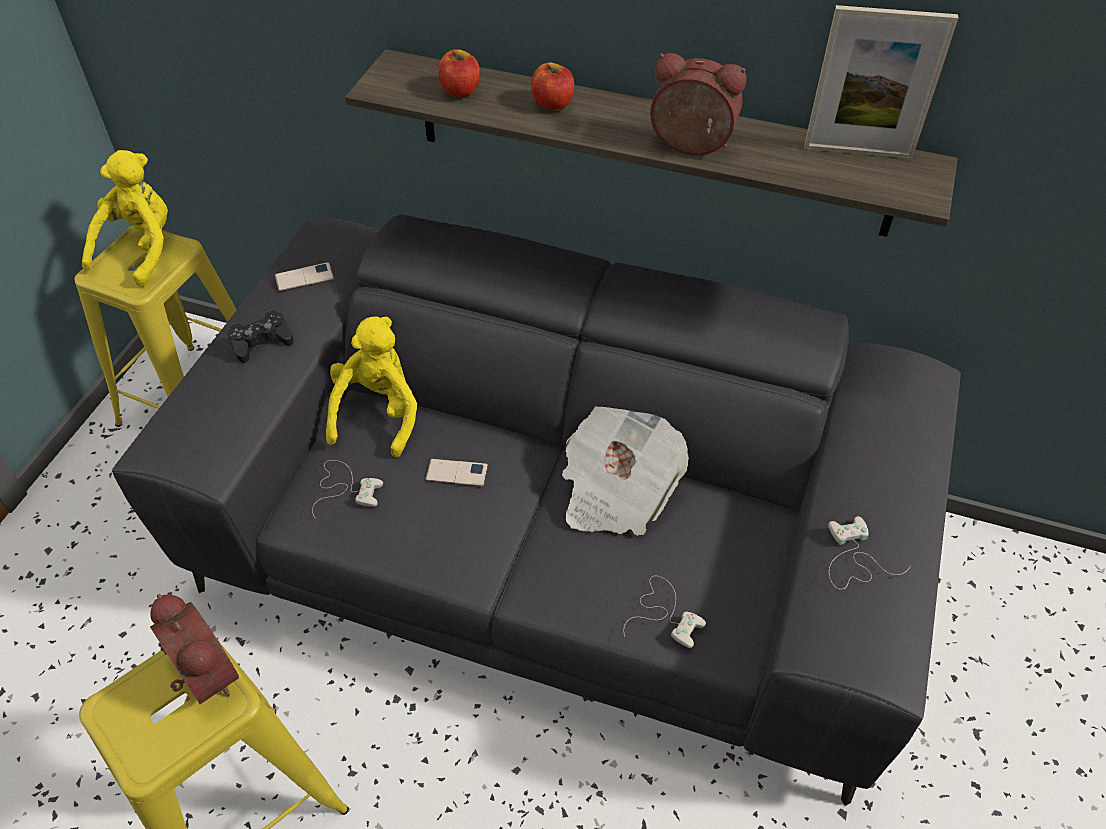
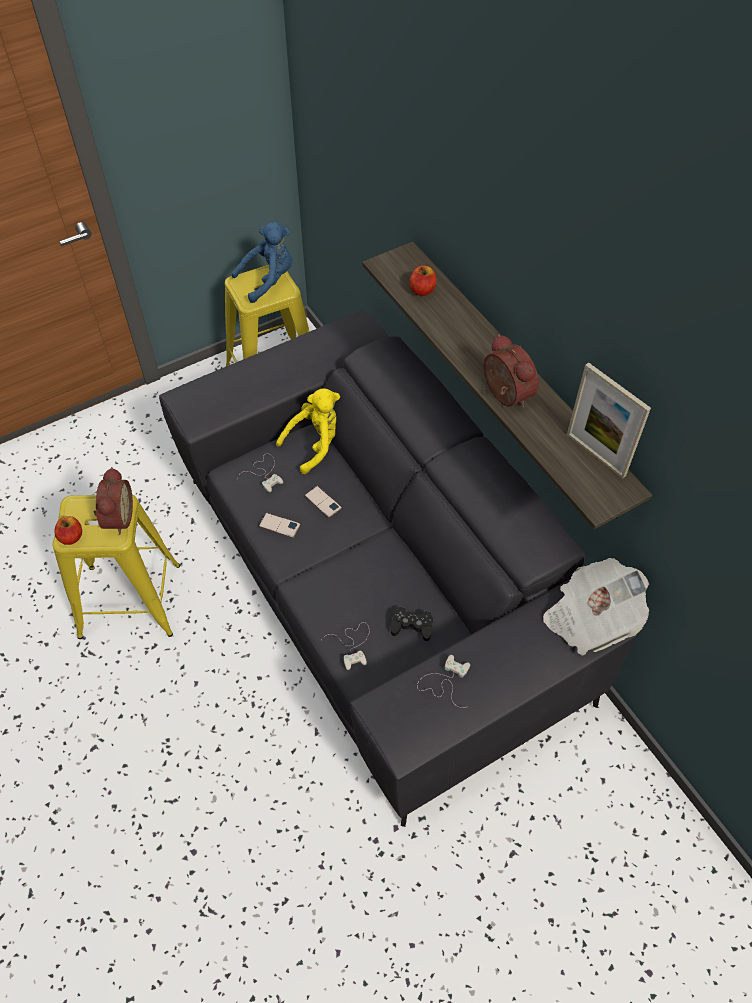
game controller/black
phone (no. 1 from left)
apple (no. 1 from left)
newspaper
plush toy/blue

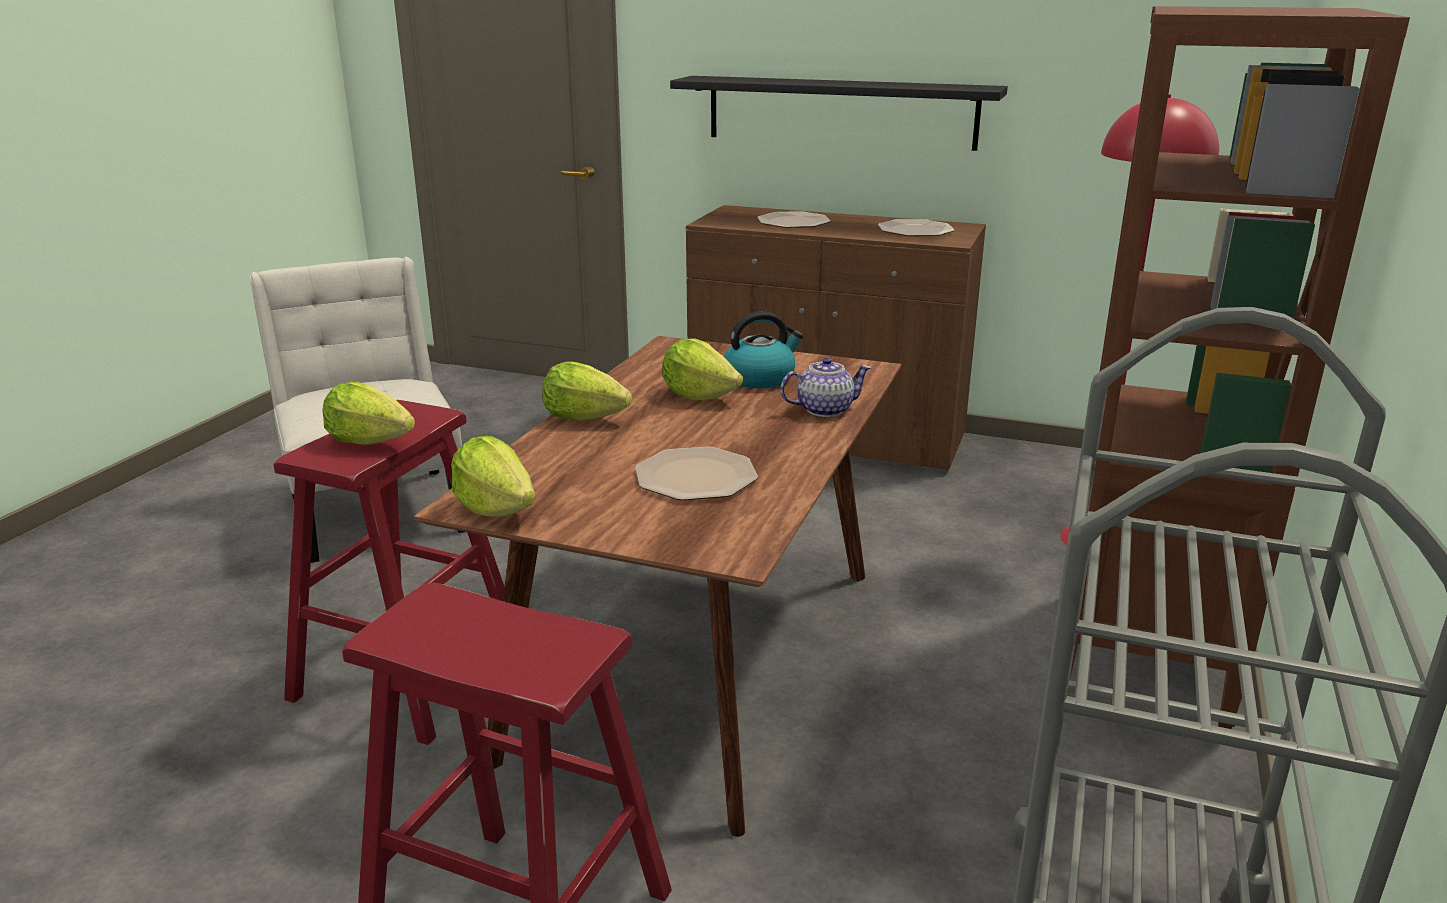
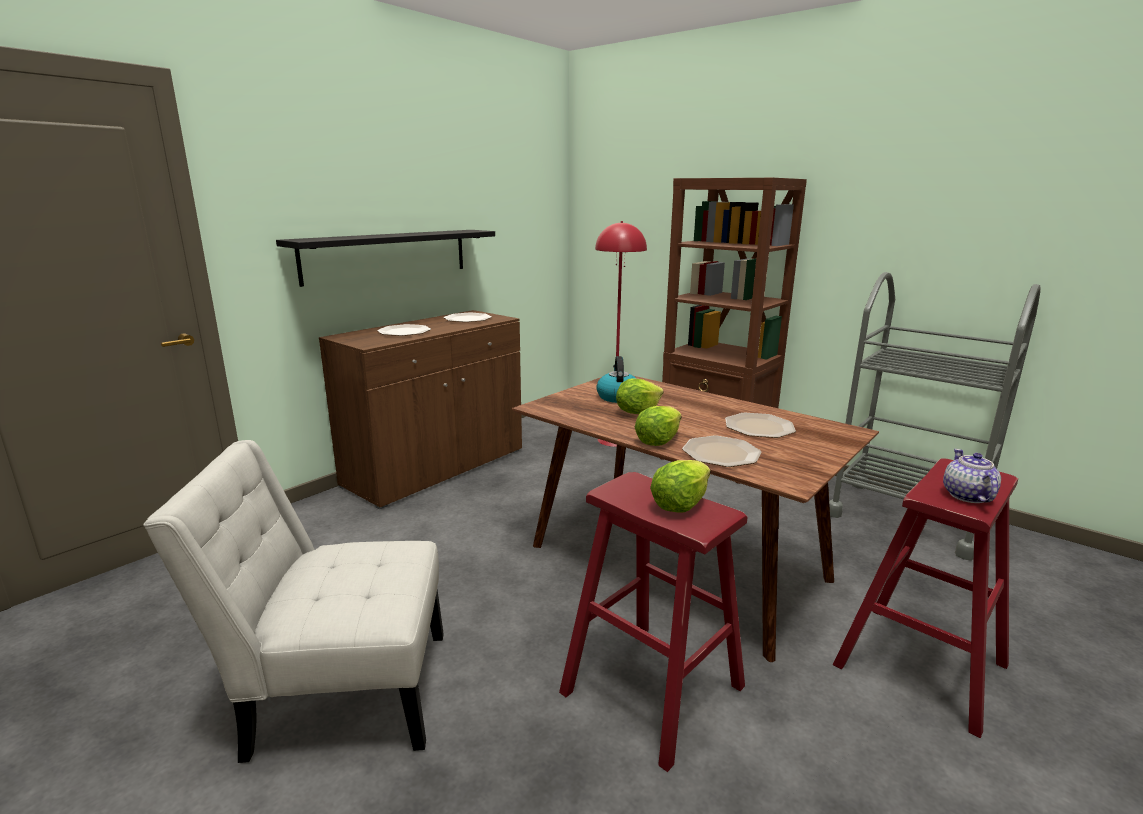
lettuce (no. 2 from left in the first image)
plate (no. 3 from left)
teapot

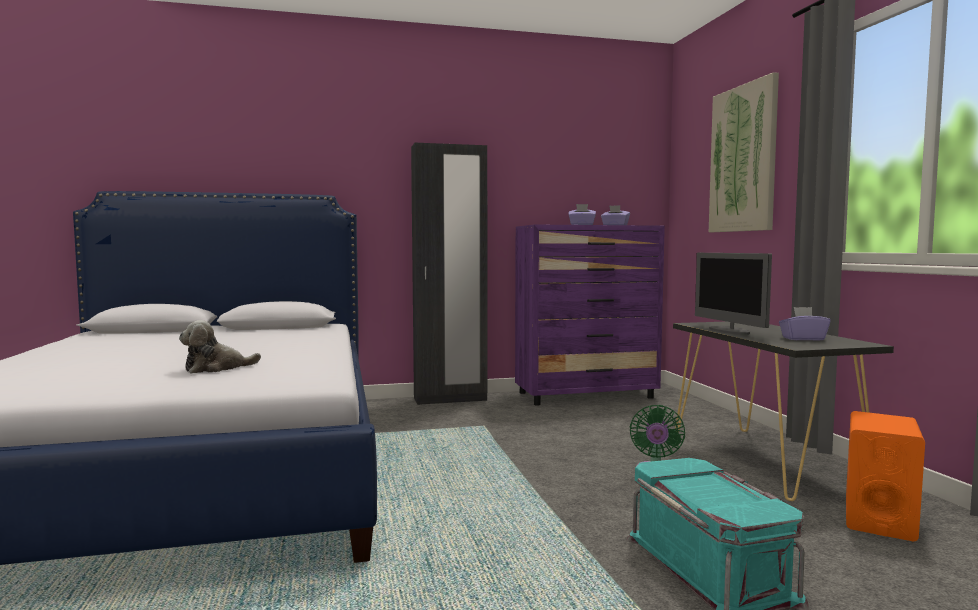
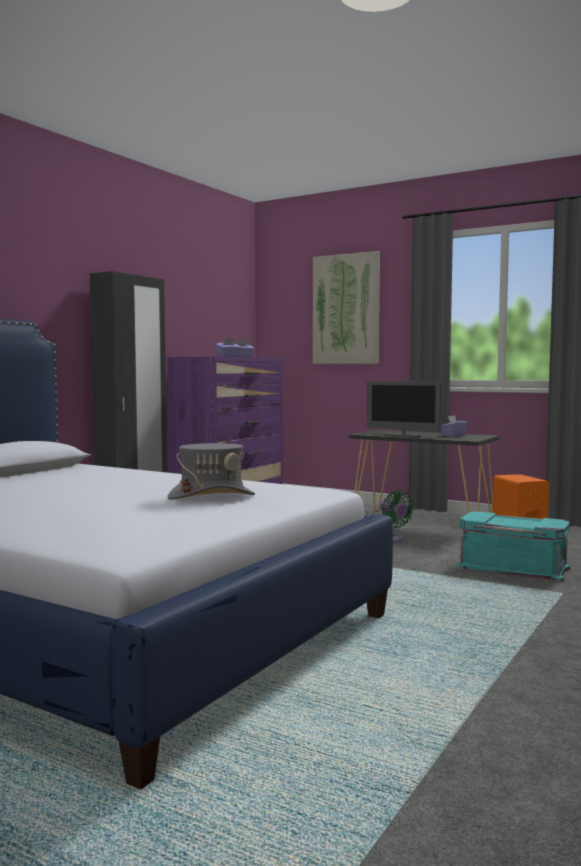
hat/grey

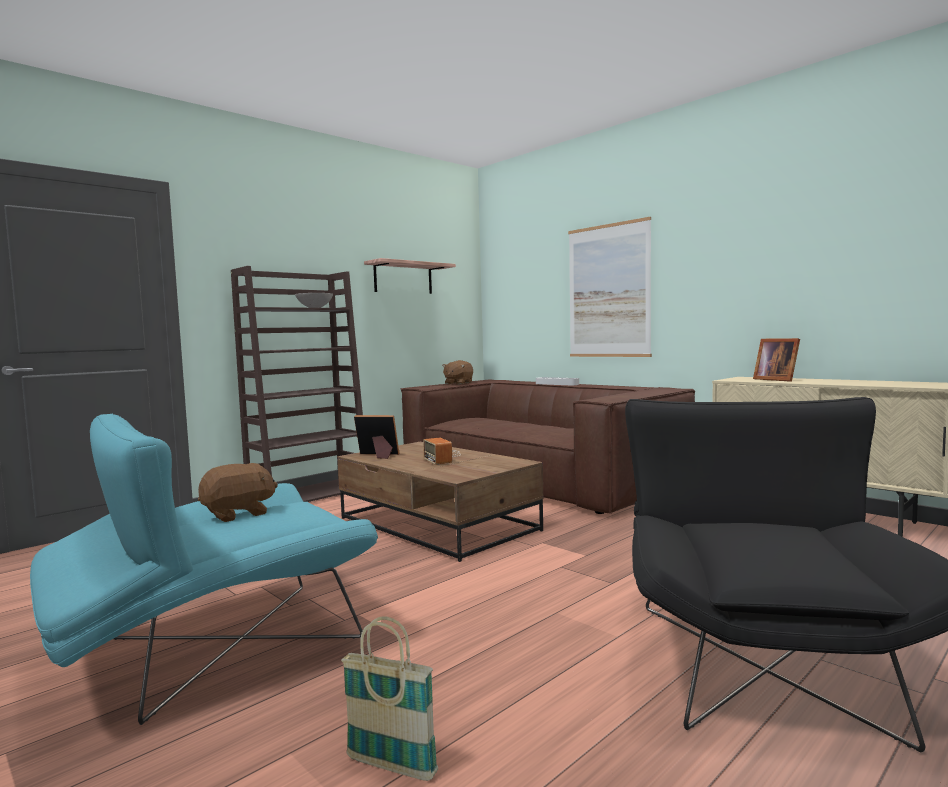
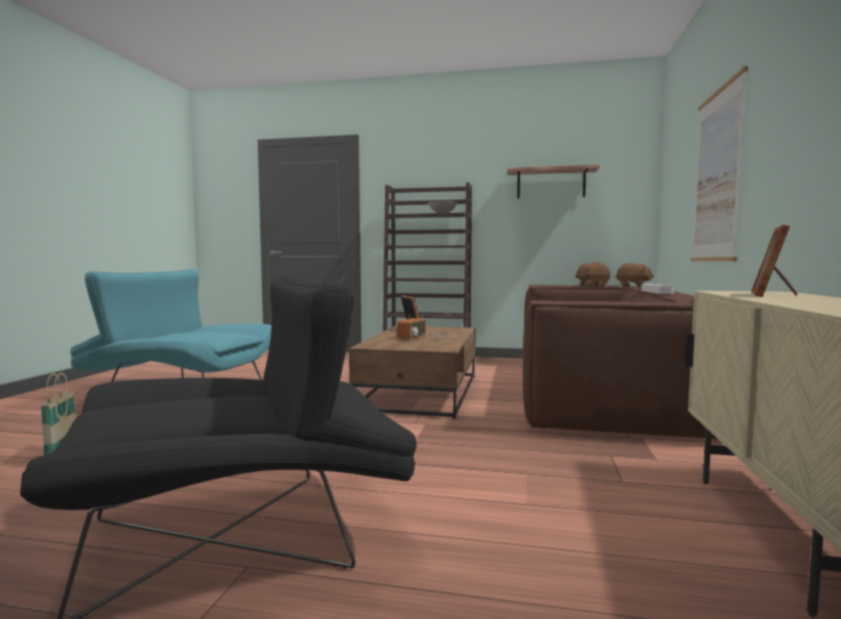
plush toy/brown (no. 2 from left)

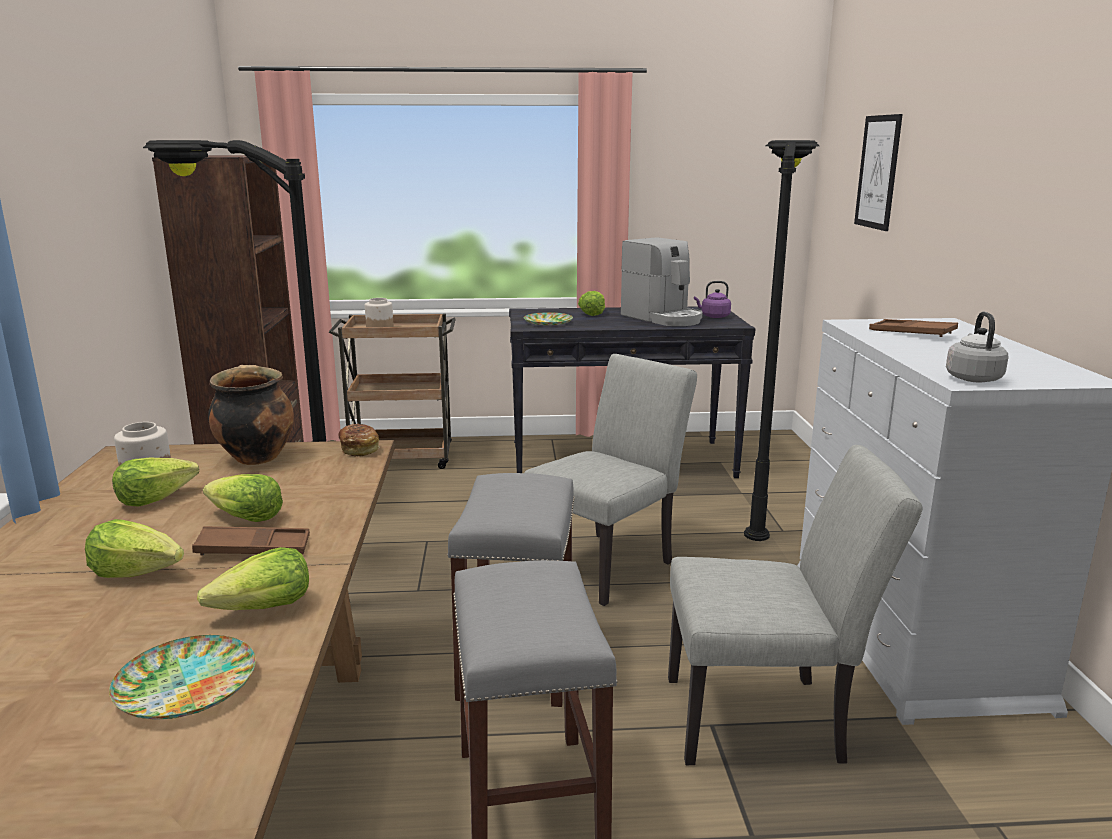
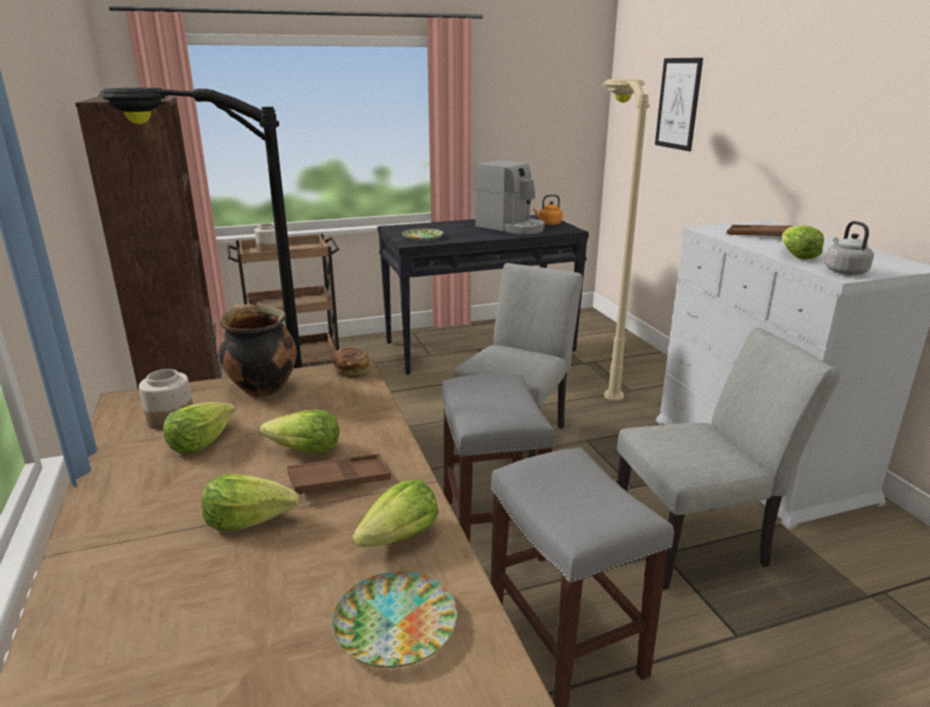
lettuce (no. 5 from left)
kettle/orange
floor lamp/beige

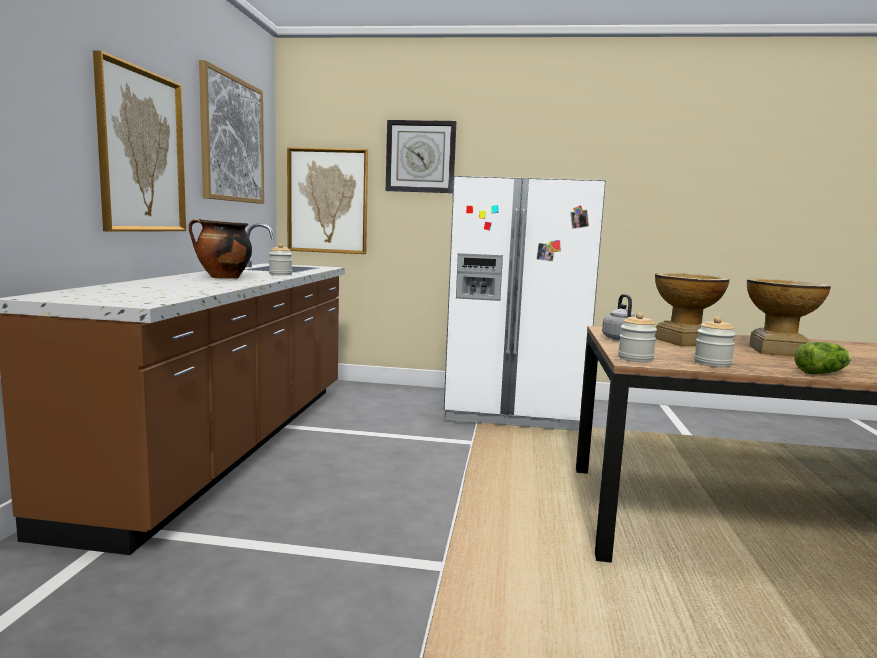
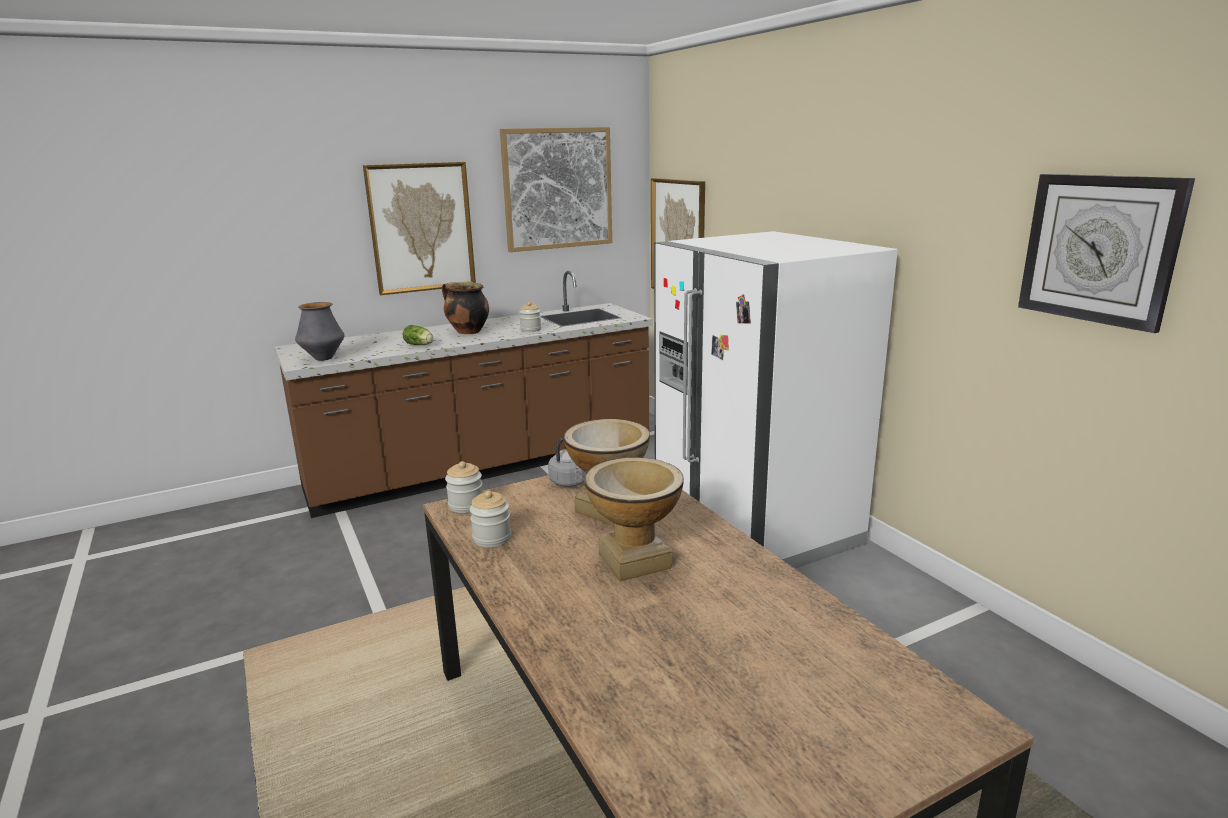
vase (no. 1 from left)
wall clock
lettuce

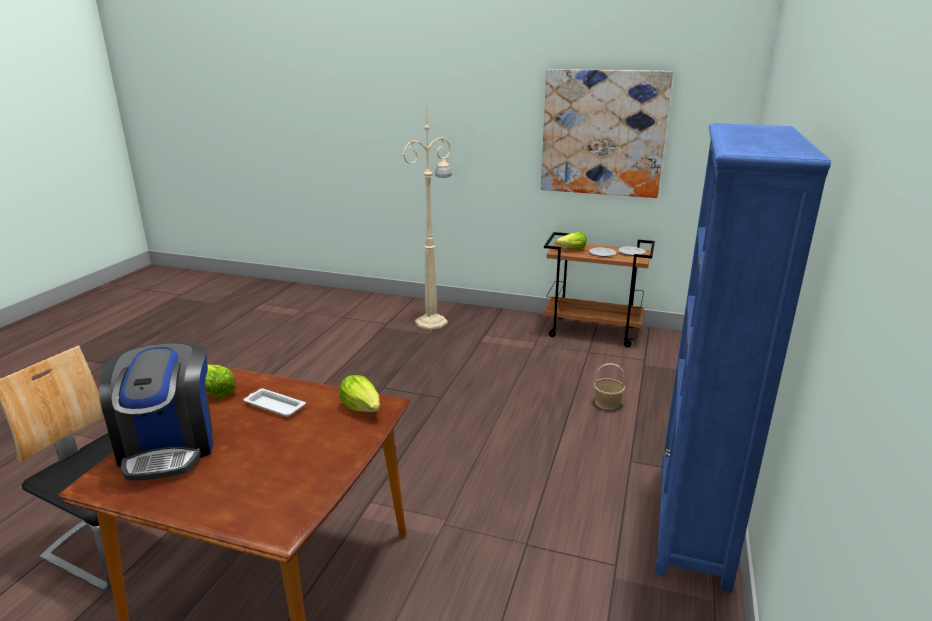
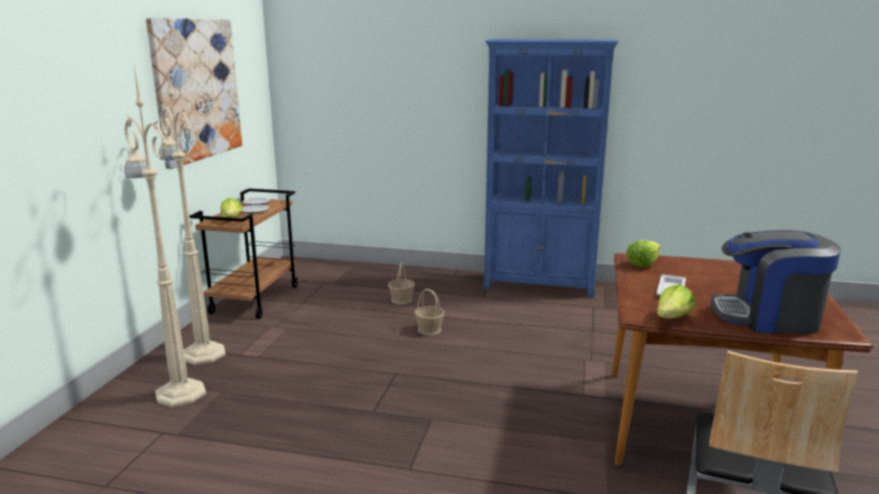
floor lamp/beige (no. 2 from left)
basket (no. 2 from left)
coffee machine

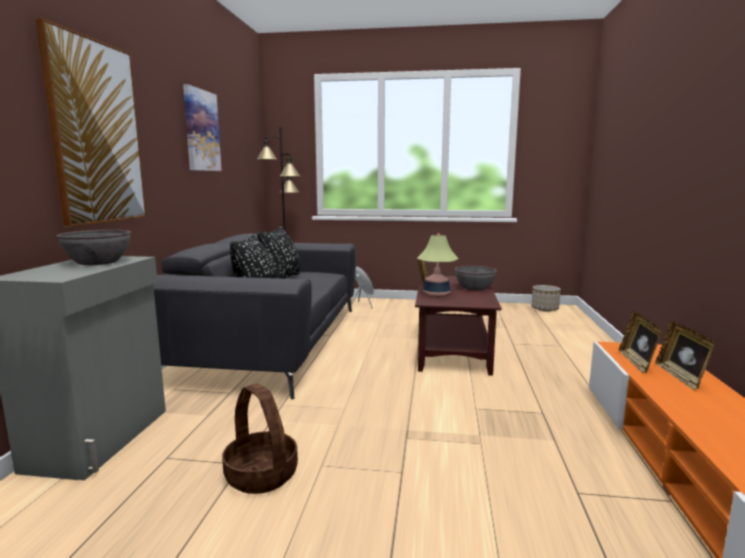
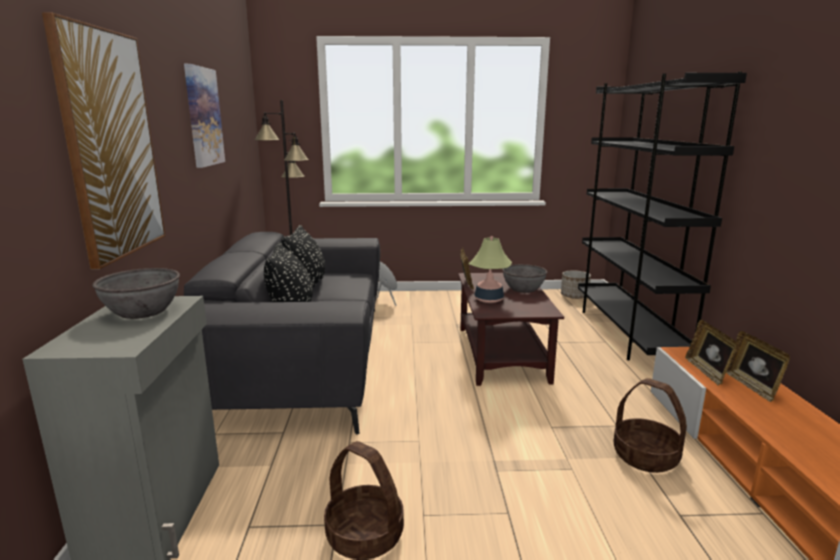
bookcase/black
basket (no. 2 from left)

